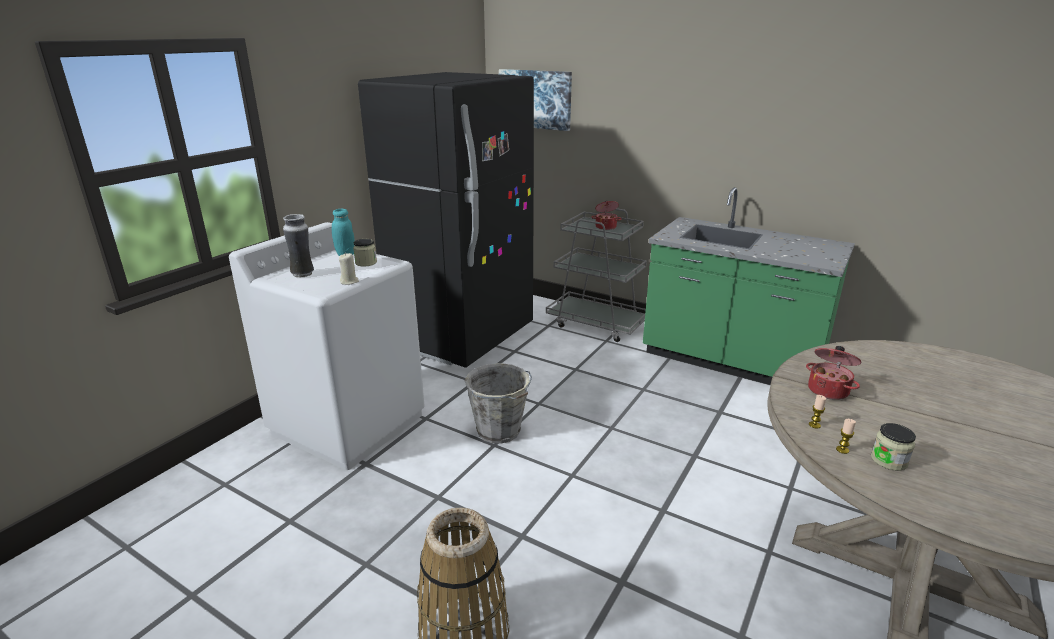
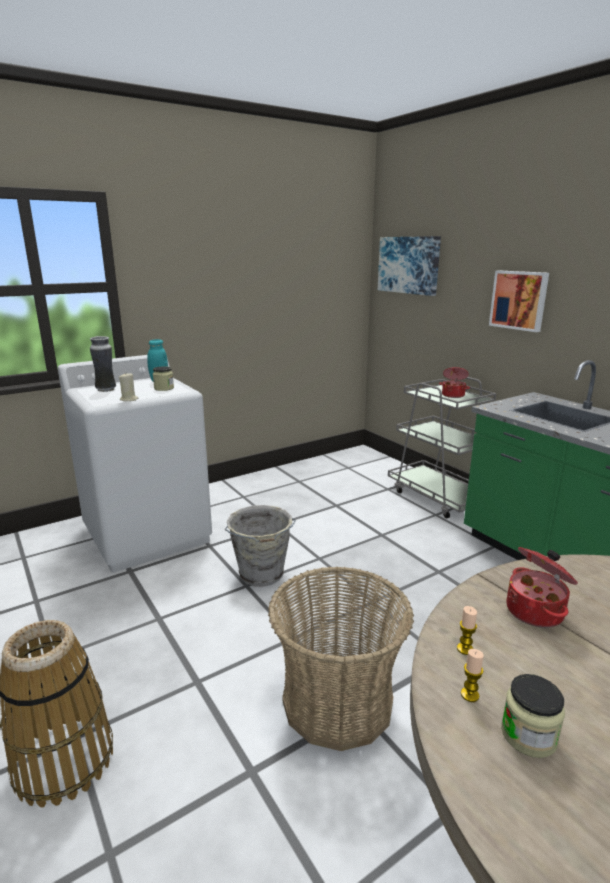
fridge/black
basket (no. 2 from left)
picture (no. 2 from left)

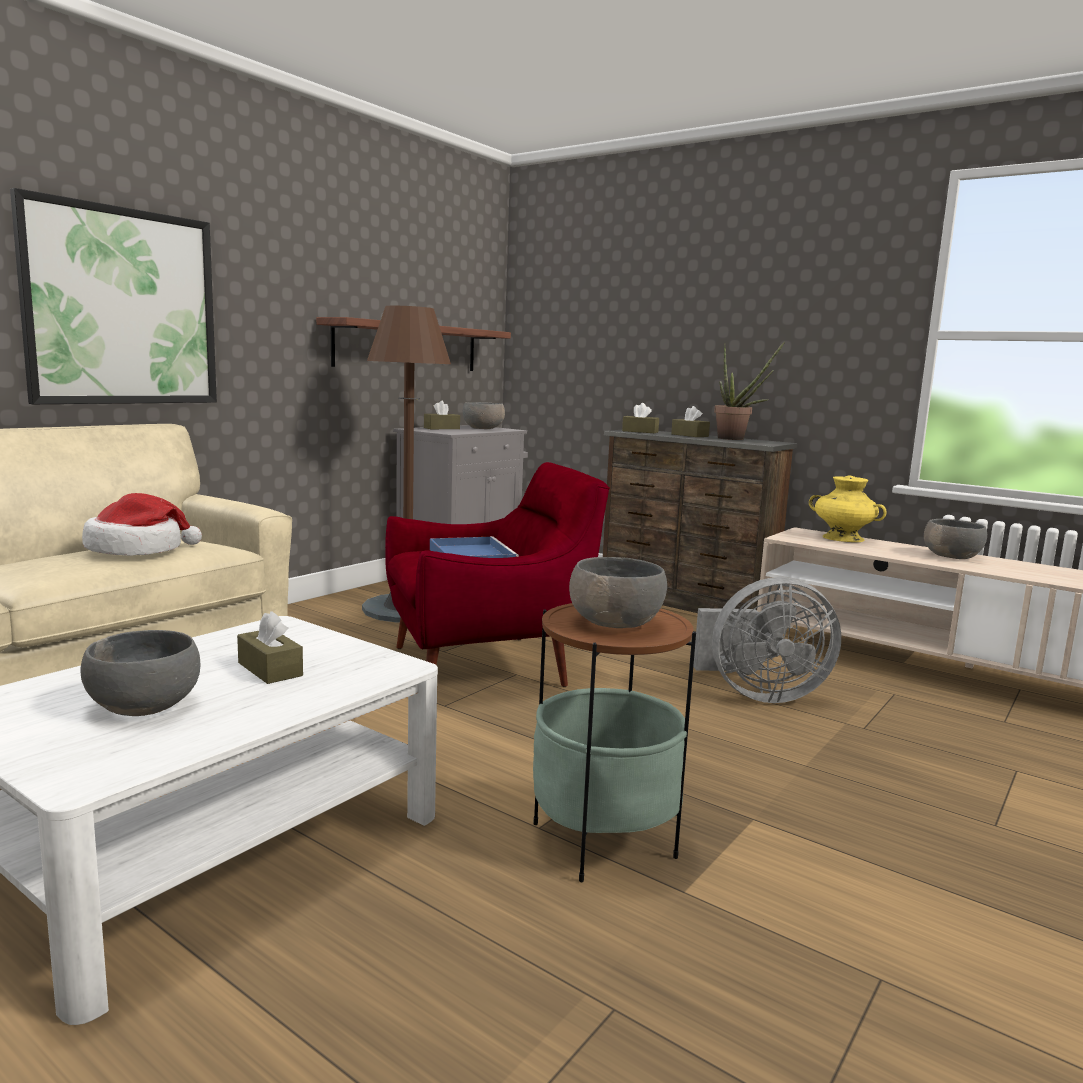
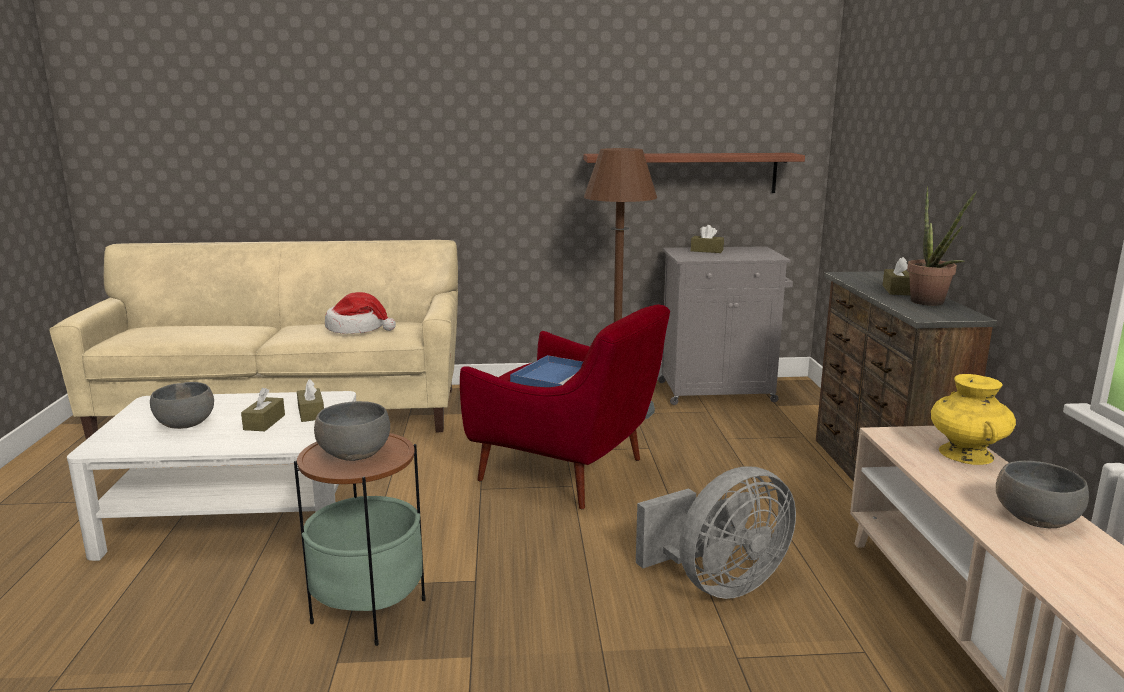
picture
bowl/grey (no. 2 from left in the first image)
tissue box/brown (no. 2 from left)
fan/grey

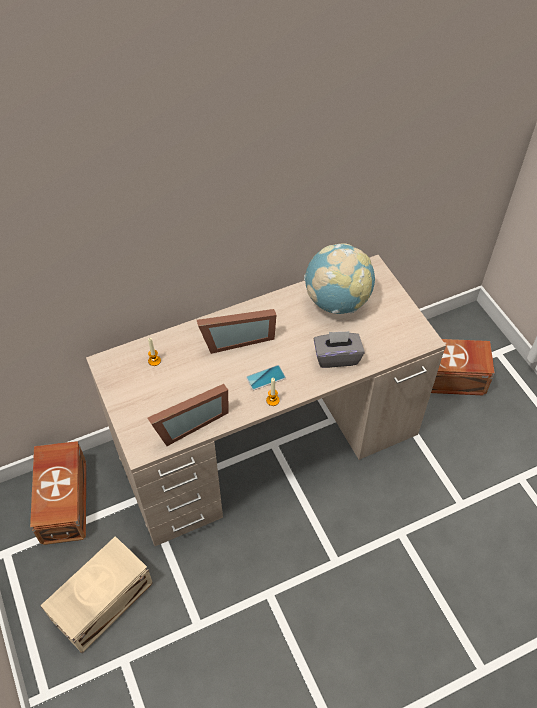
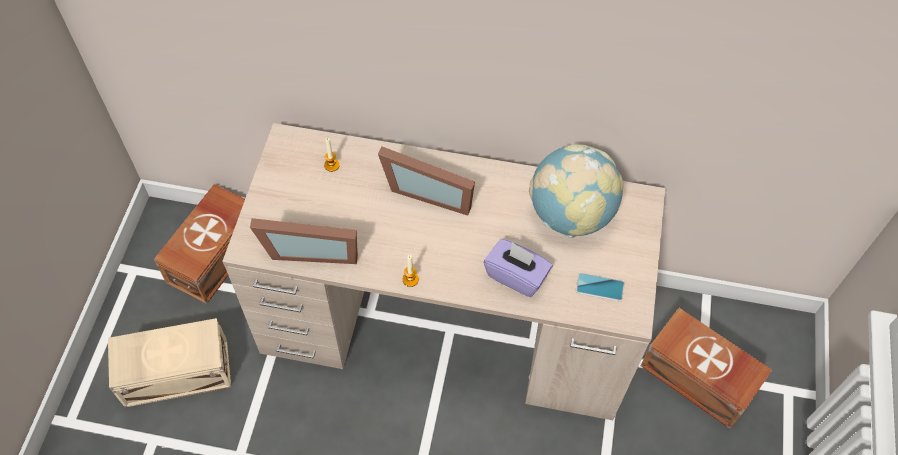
phone
tissue box/purple

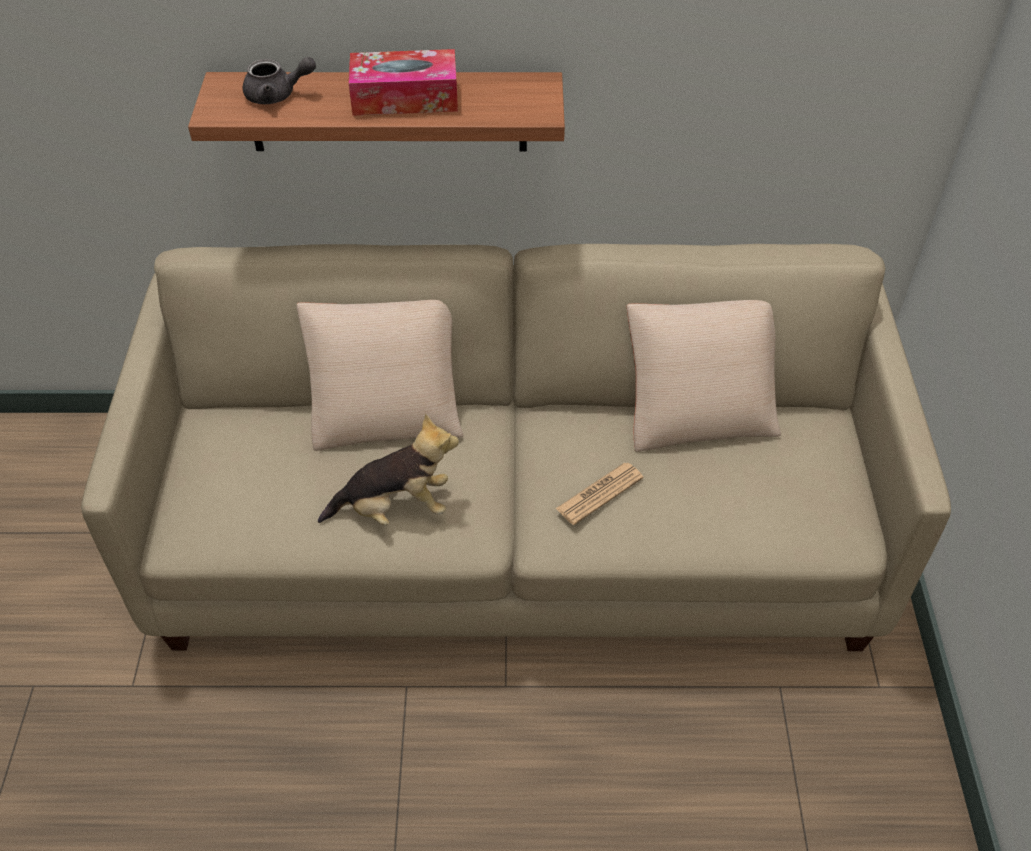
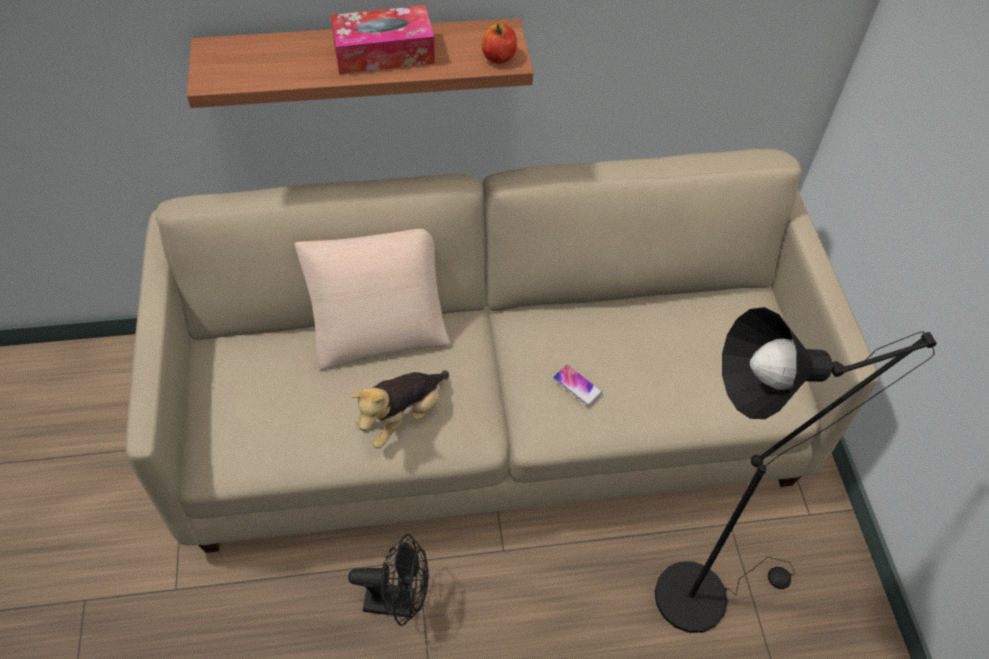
teapot/grey
pillow/beige (no. 2 from left in the first image)
fan/black
apple
floor lamp/black
phone
plush toy

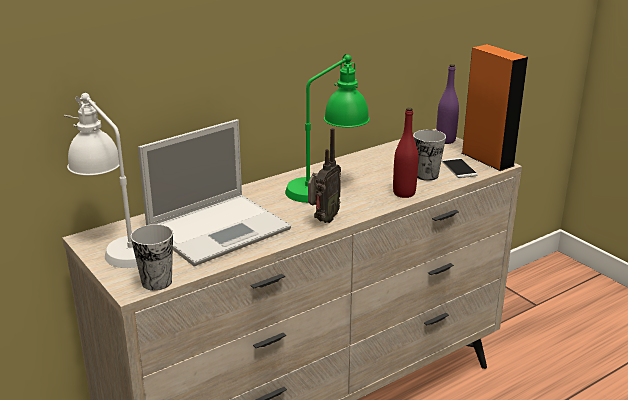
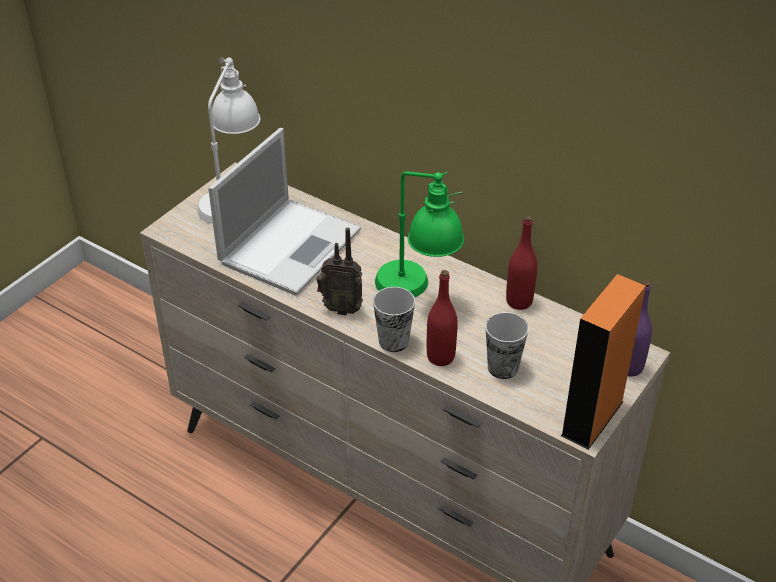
phone
bottle/red (no. 2 from left)
cup (no. 1 from left)
laptop

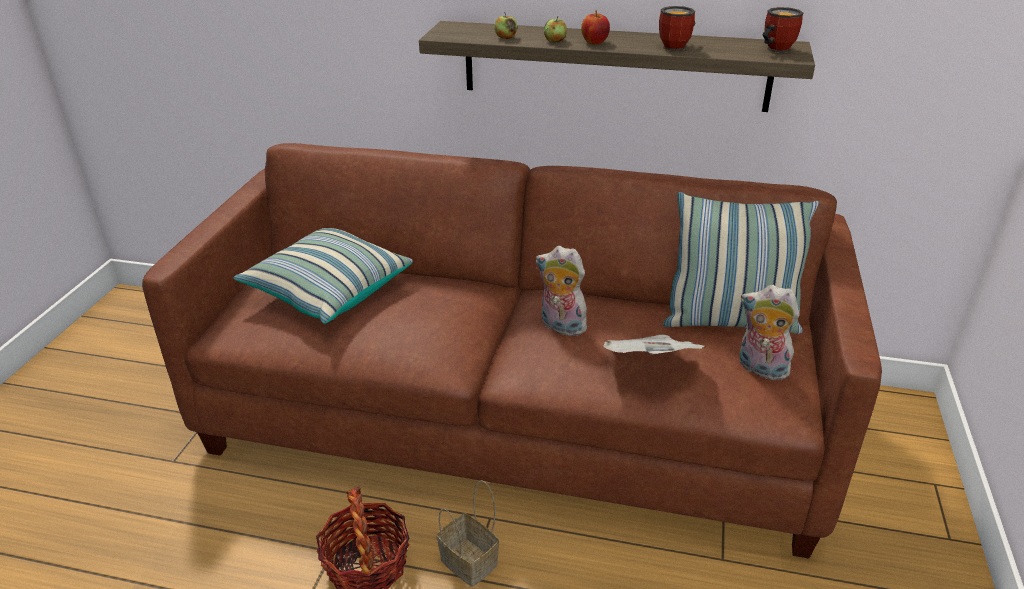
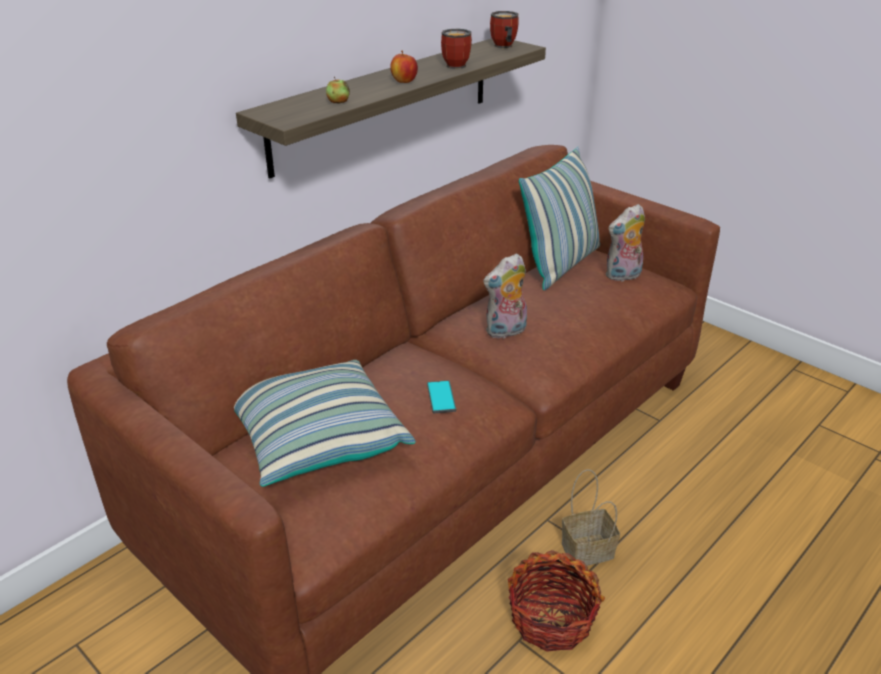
apple (no. 2 from left in the first image)
newspaper
phone

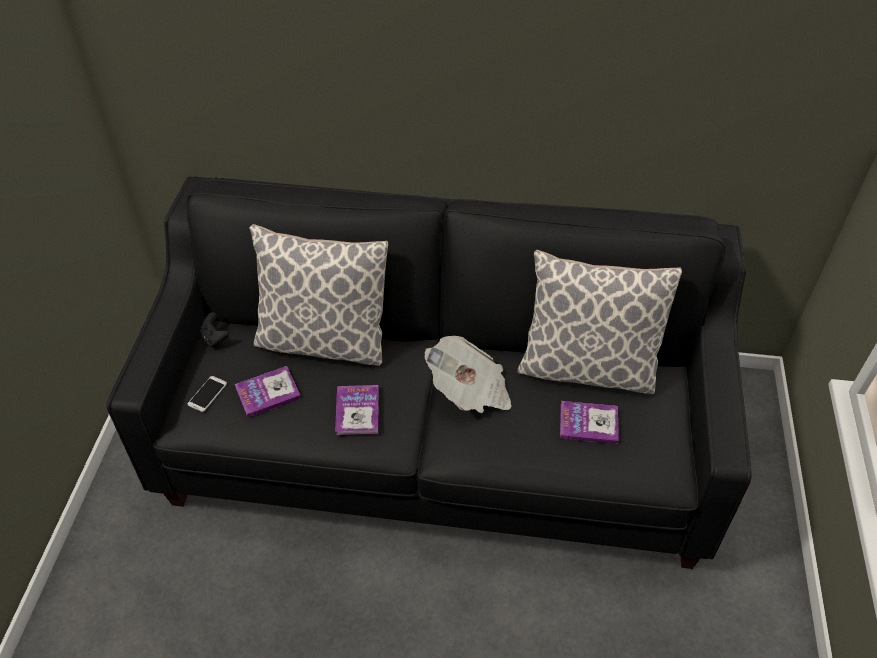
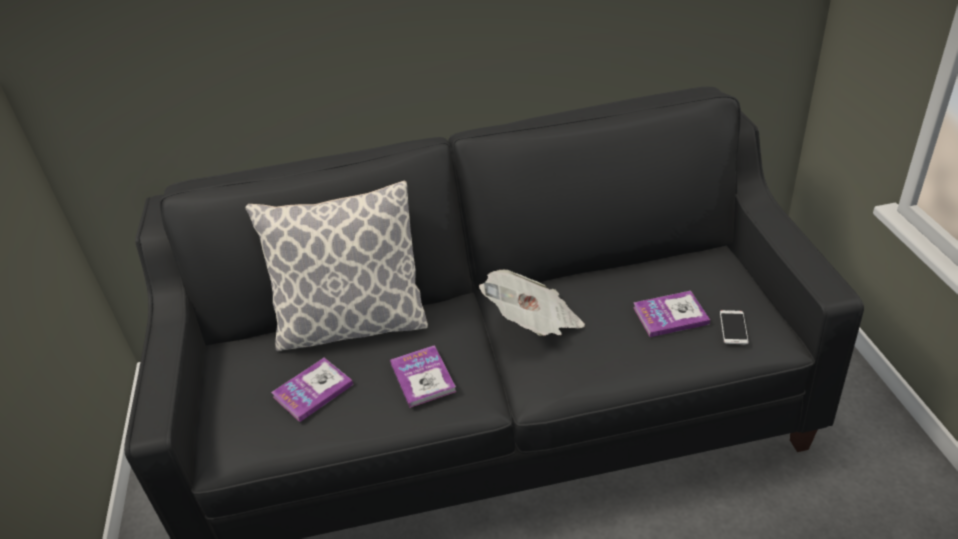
game controller/black
pillow (no. 2 from left in the first image)
phone

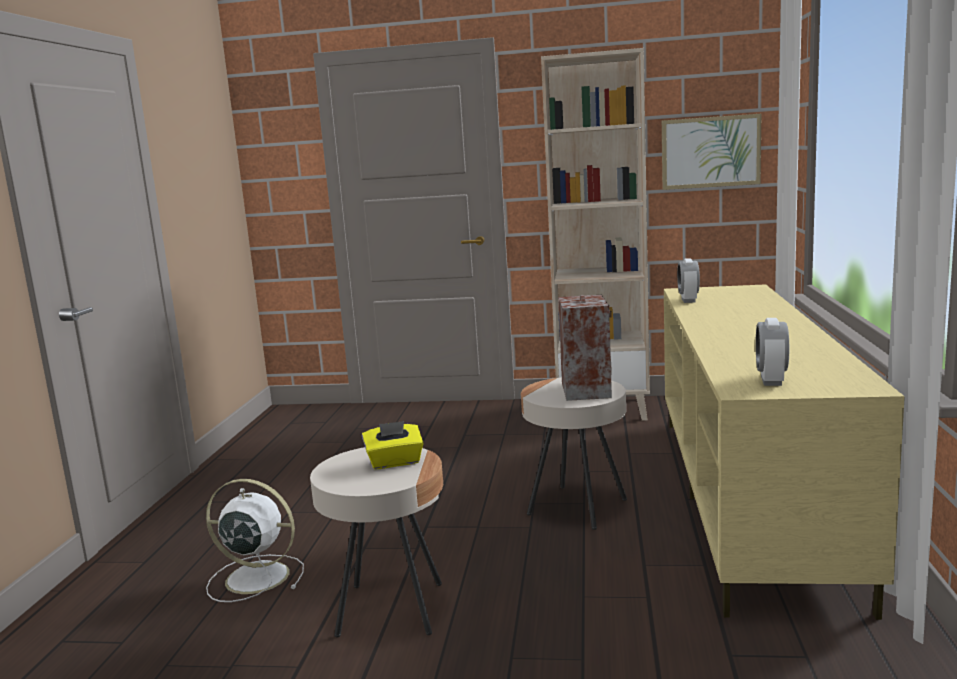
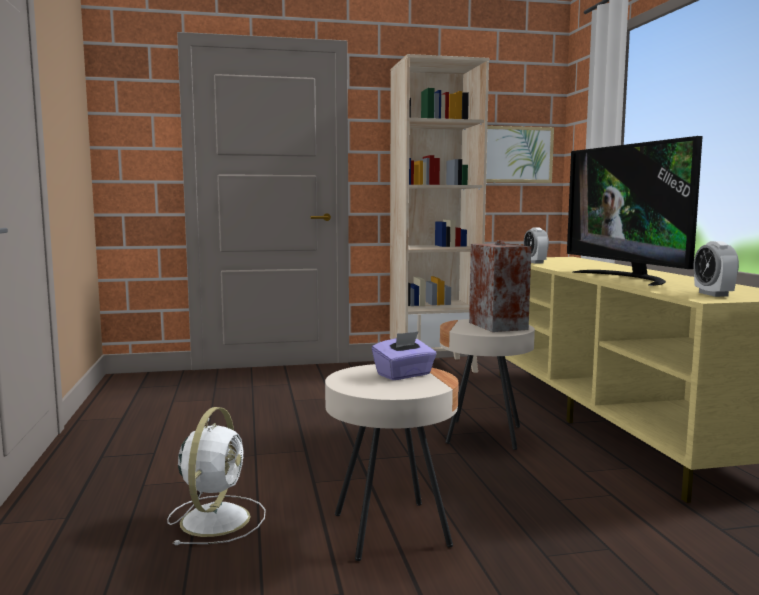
television
tissue box/purple
fan/white

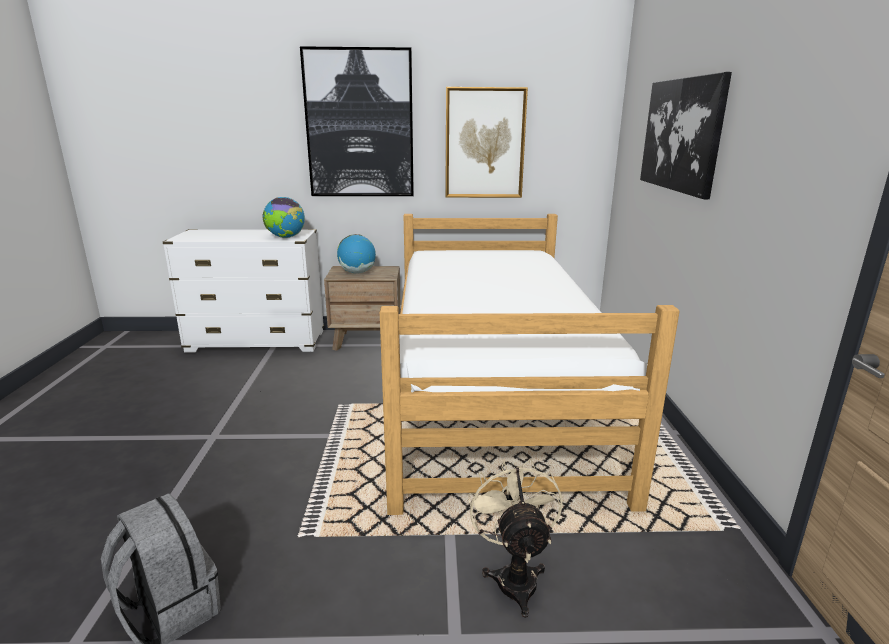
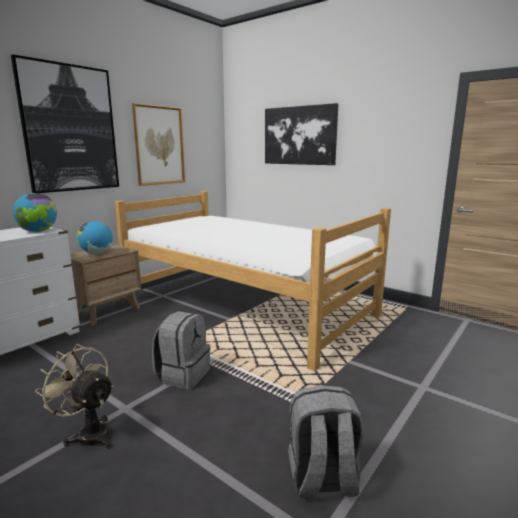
backpack/grey (no. 1 from left)
fan/beige

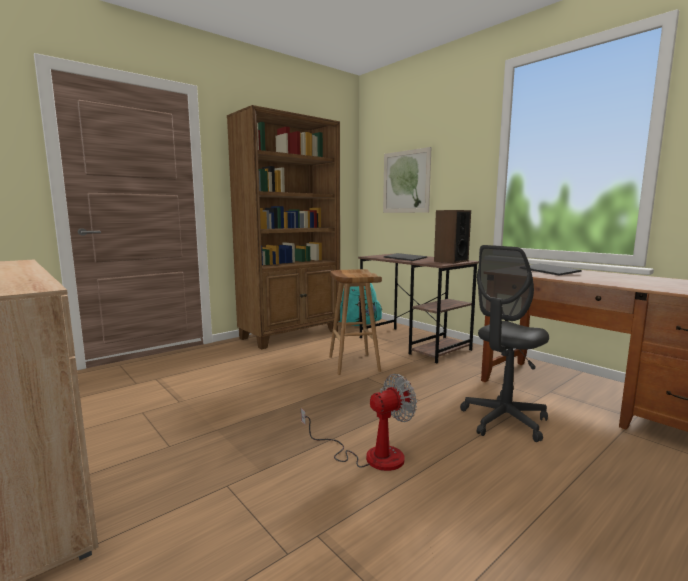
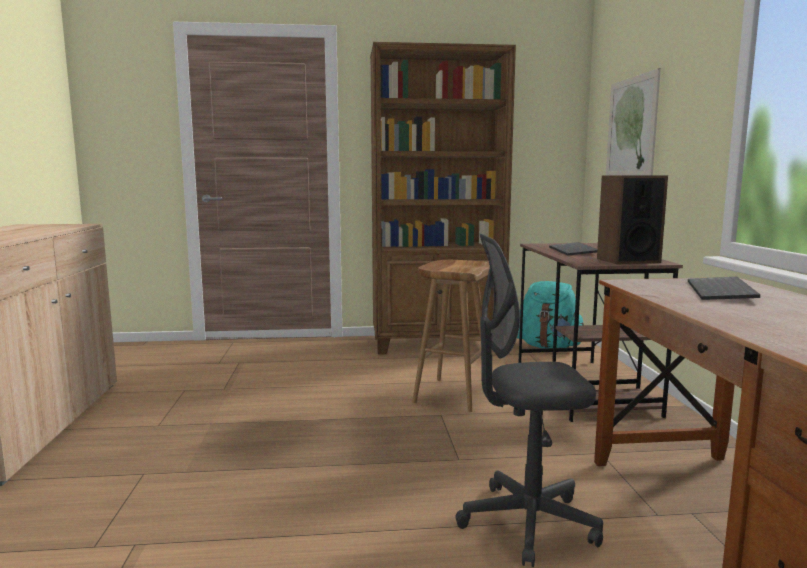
fan

